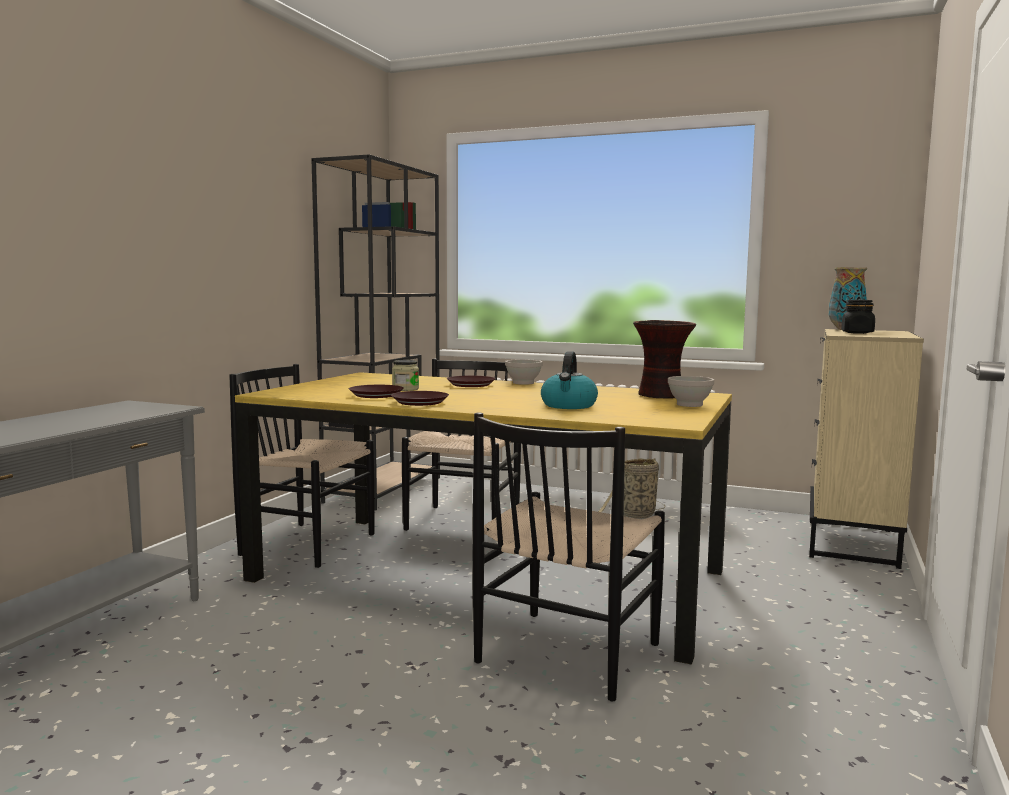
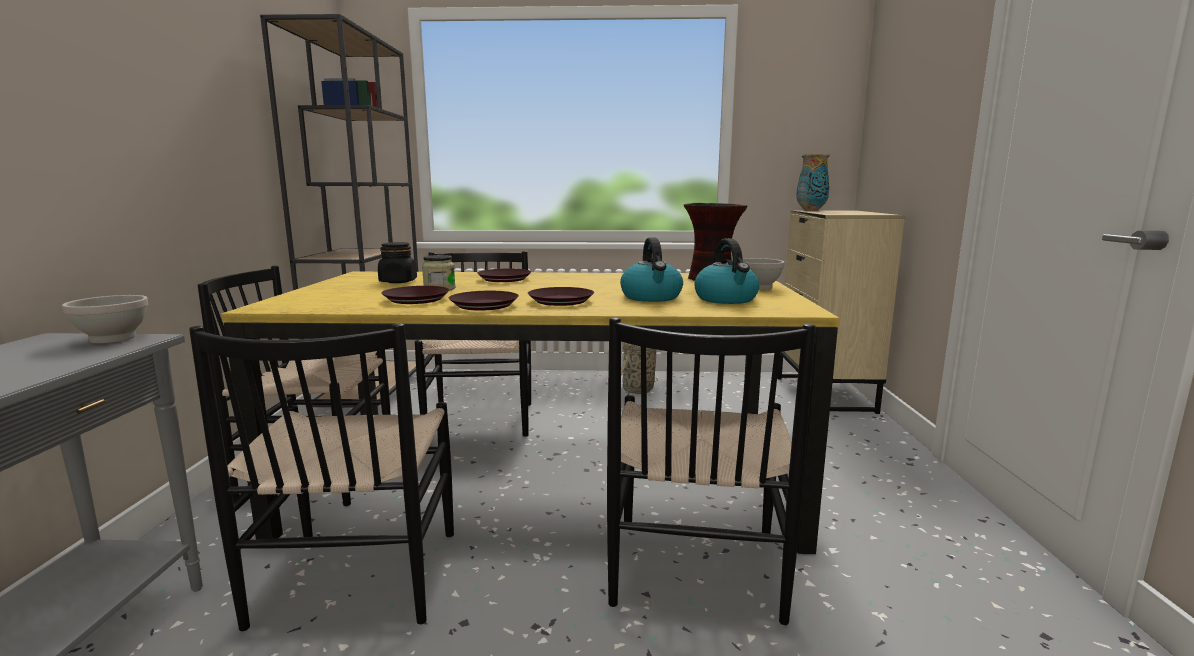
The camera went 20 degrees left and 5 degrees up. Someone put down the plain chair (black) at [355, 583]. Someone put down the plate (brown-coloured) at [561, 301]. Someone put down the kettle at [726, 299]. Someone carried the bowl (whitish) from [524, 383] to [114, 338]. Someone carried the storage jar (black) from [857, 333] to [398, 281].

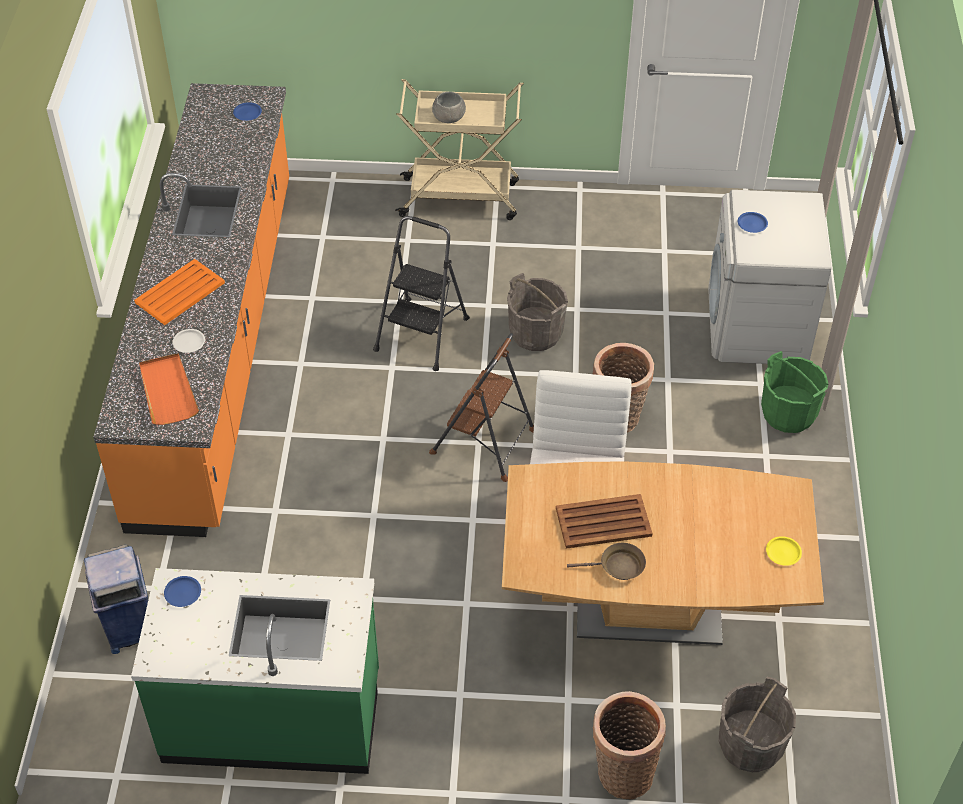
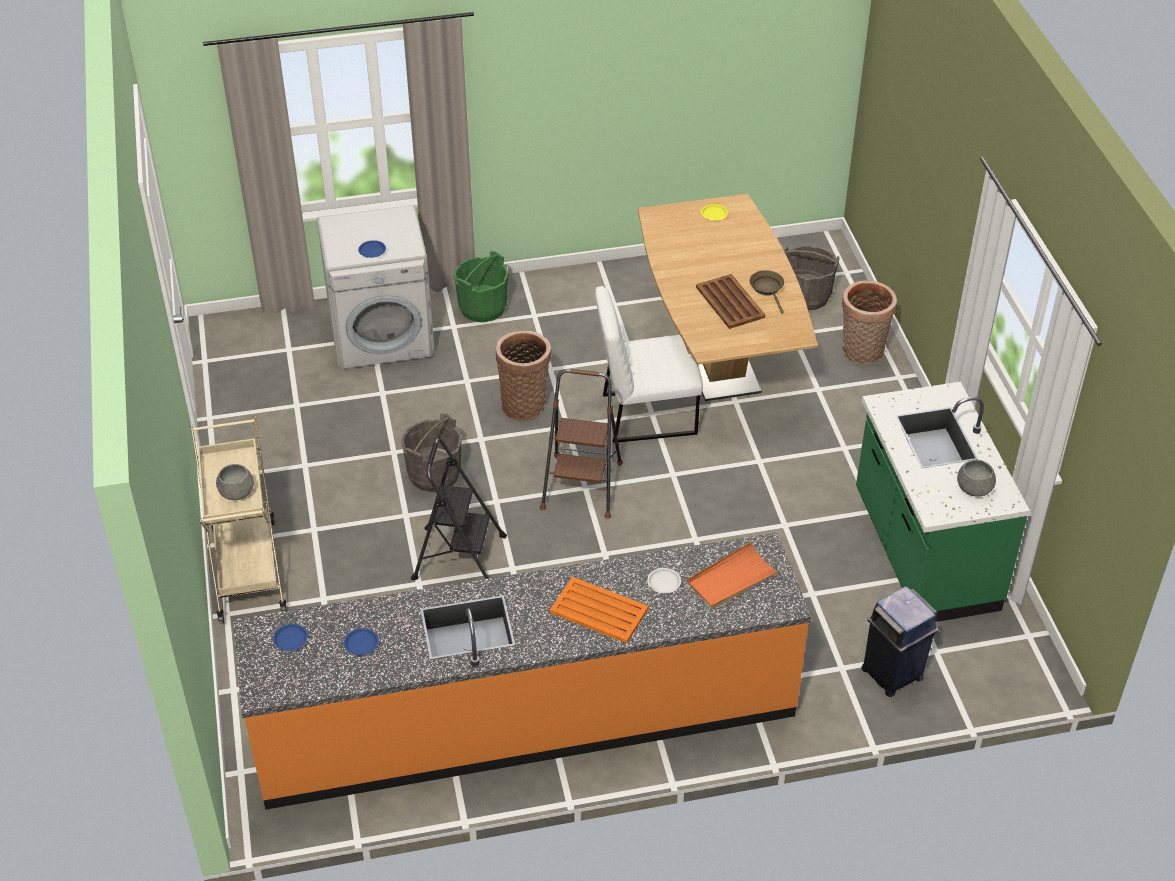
The camera went 105 degrees left and 5 degrees down. Someone put down the bowl (greyish) at [974, 488]. Someone carried the plate (bluish) from [183, 593] to [361, 643].

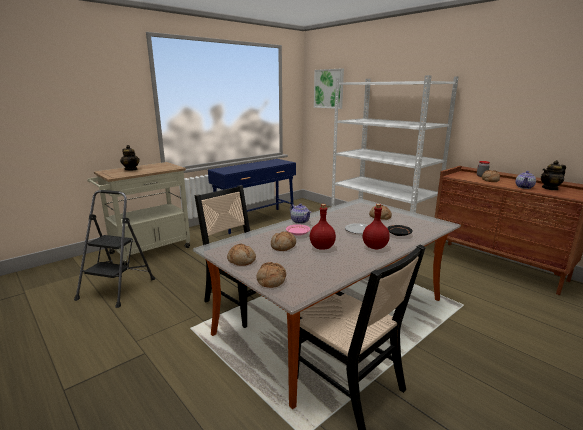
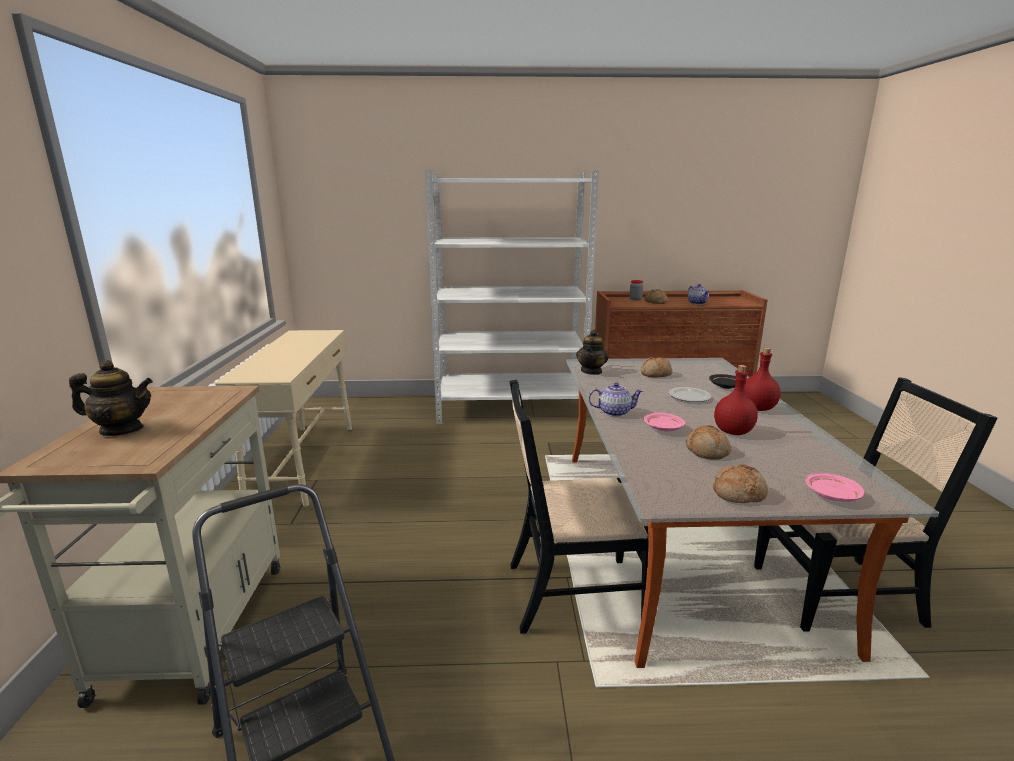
The camera went 50 degrees left and 0 degrees up. Someone took away the picture at [329, 89]. Someone carried the teapot from [550, 188] to [591, 371]. Someone swapped the baked bread at [270, 280] for the plate (pinkish) at [831, 495]. Someone repainted the narrow table (bluish) at [256, 221], which became the narrow table (beige) at [305, 463].

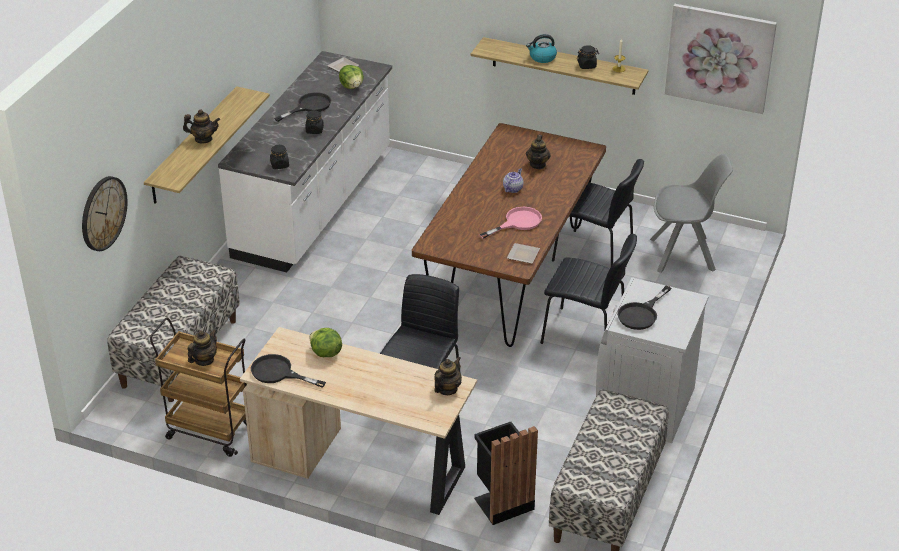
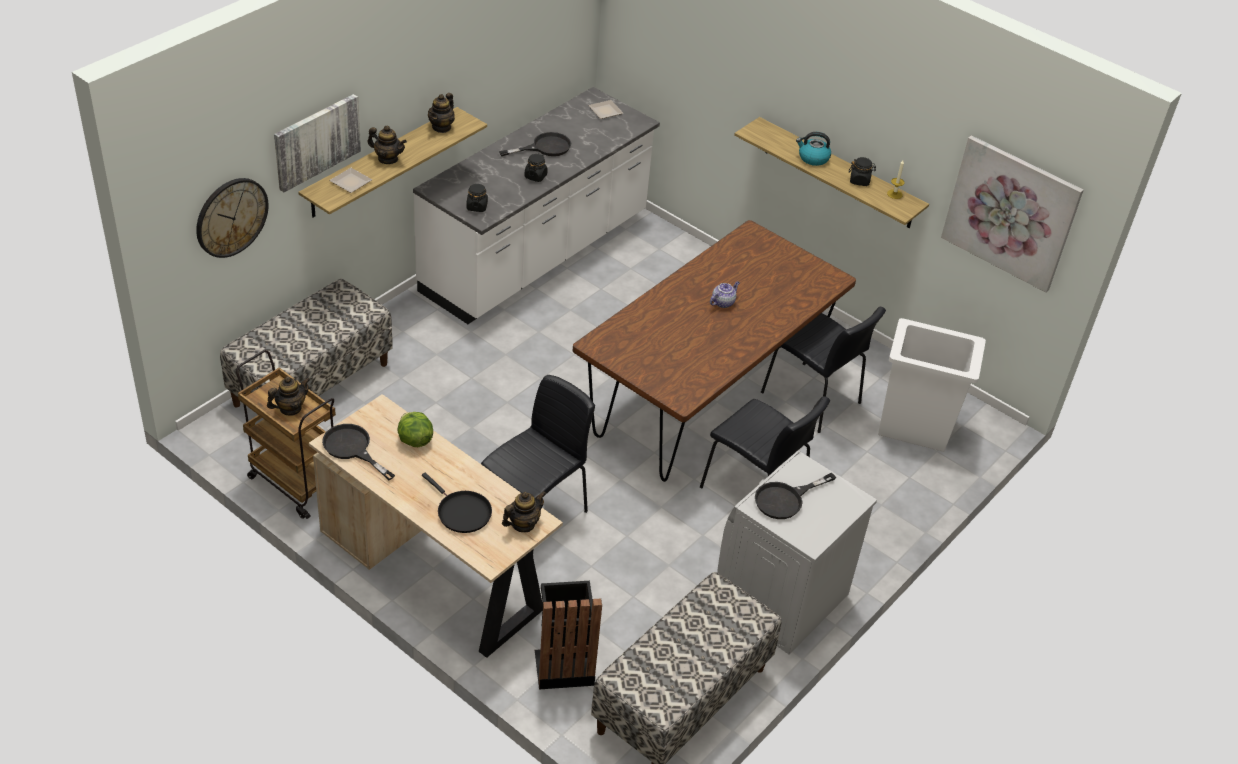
The camera went 15 degrees right and 5 degrees up. Someone took away the lettuce at [352, 86]. Someone took away the frying pan (pinkish) at [517, 222]. Someone put up the picture at [316, 141]. Someone put down the frying pan (black) at [461, 512]. Someone carried the plate from [524, 254] to [352, 182]. Someone carried the teapot from [538, 164] to [441, 127]. Someone swapped the plain chair (greyish) at [683, 255] for the trash can (whitish) at [915, 427].

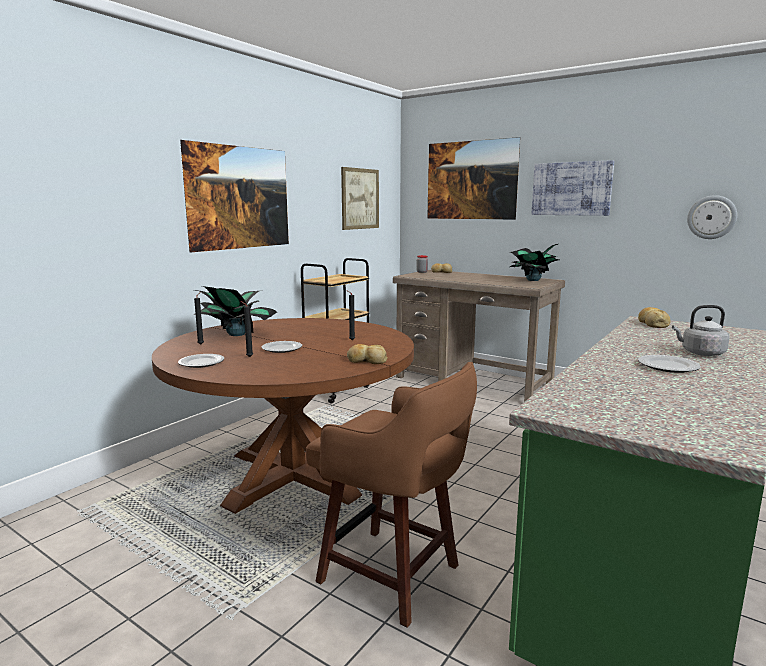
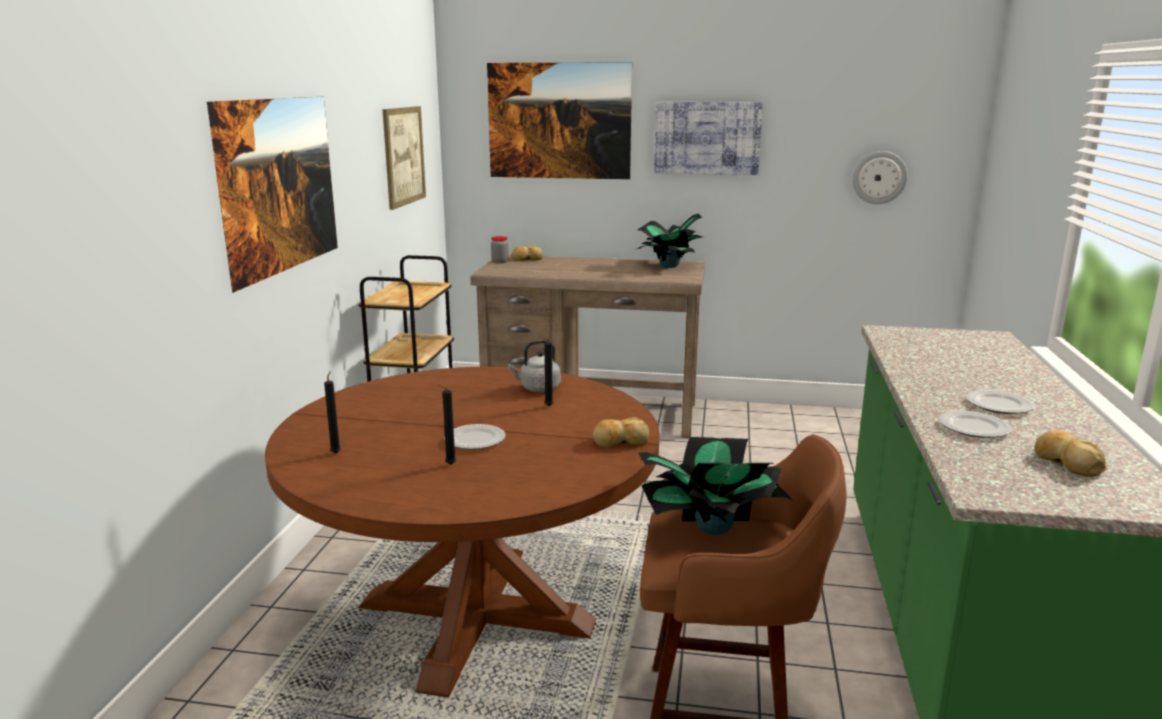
The camera went 25 degrees left and 5 degrees up. Someone carried the plate from [201, 363] to [973, 428]. Someone carried the potted plant from [236, 334] to [711, 528]. Someone carried the baked bread from [653, 324] to [1067, 462]. Someone carried the kettle (greyish) from [700, 353] to [538, 388].

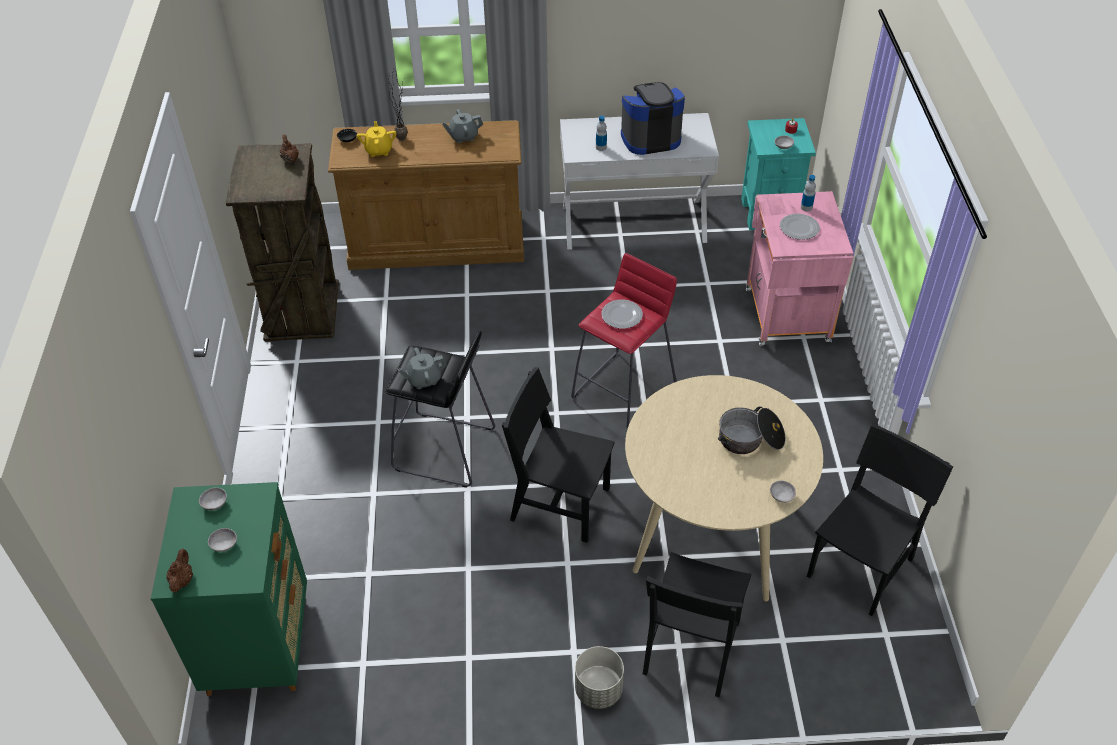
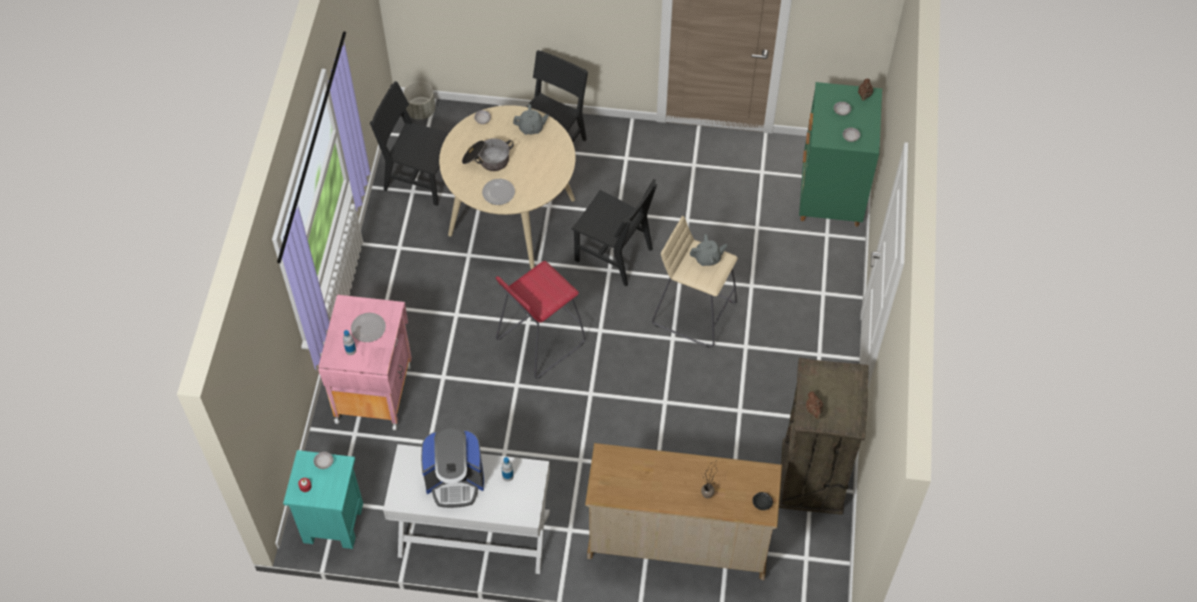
The camera went 170 degrees left and 10 degrees up. Someone took away the teapot (yellow) at [379, 150]. Someone carried the teapot (greyish) from [463, 136] to [531, 128]. Someone carried the plant pot (greyish) from [598, 690] to [421, 111]. Someone carried the plate from [622, 316] to [498, 192]. Someone repainted the stool seat (black) at [445, 450], which became the stool seat (beige) at [694, 312]. Someone rotated the plain chair (black) at [860, 567] by 60 degrees clockwise.

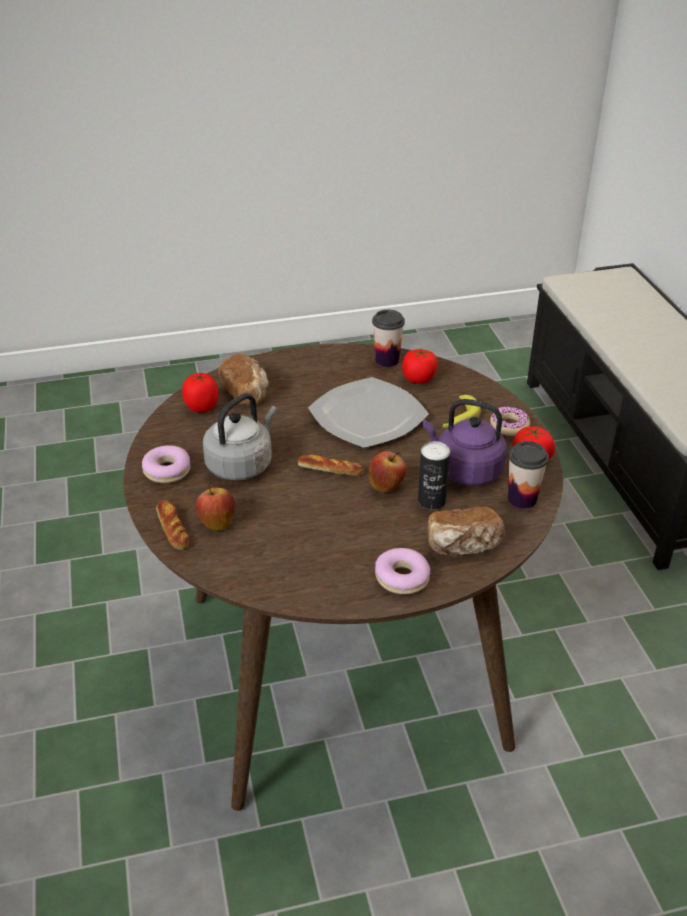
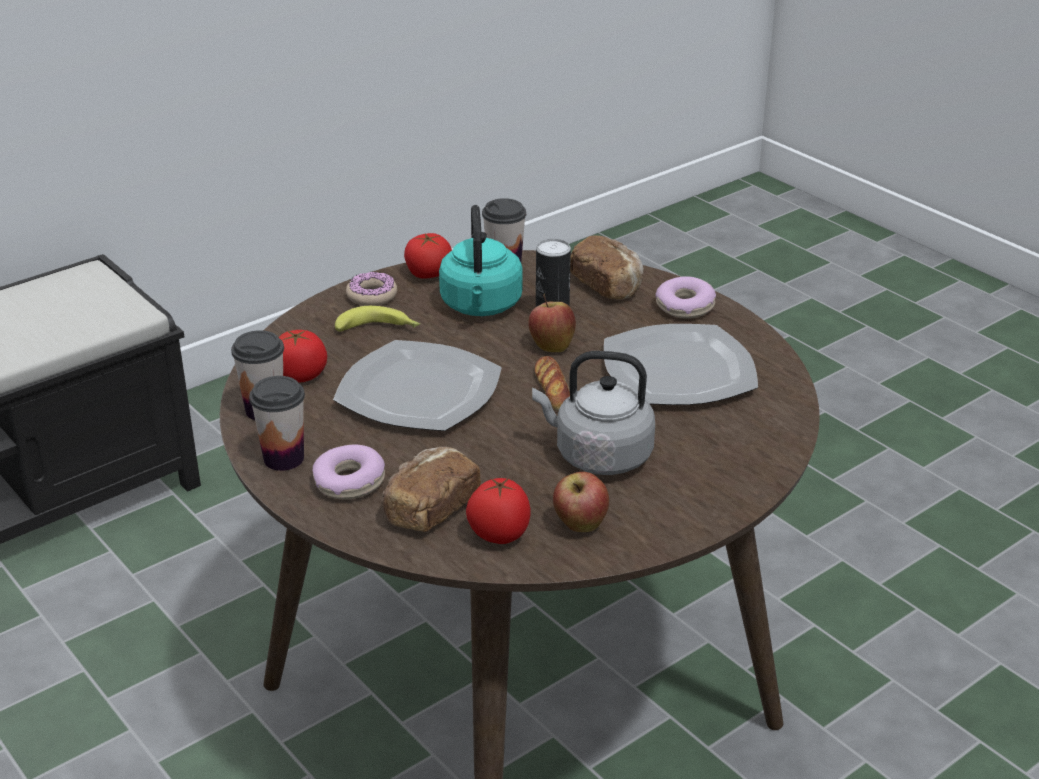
The camera went 115 degrees left and 5 degrees down. Someone took away the baked bread at [172, 529]. Someone put down the drinking cup at [283, 458]. Someone put down the plate at [679, 369]. Someone carried the donut from [167, 470] to [349, 482]. Someone carried the apple from [217, 523] to [580, 526]. Someone repainted the kettle (purplish) at [465, 470], which became the kettle (turquoise) at [481, 306].

